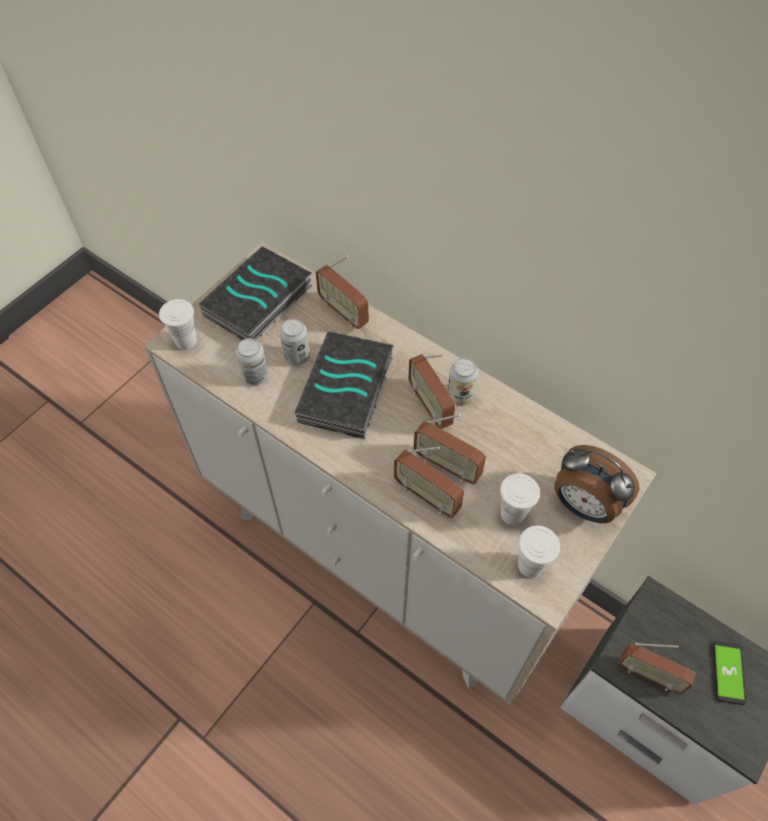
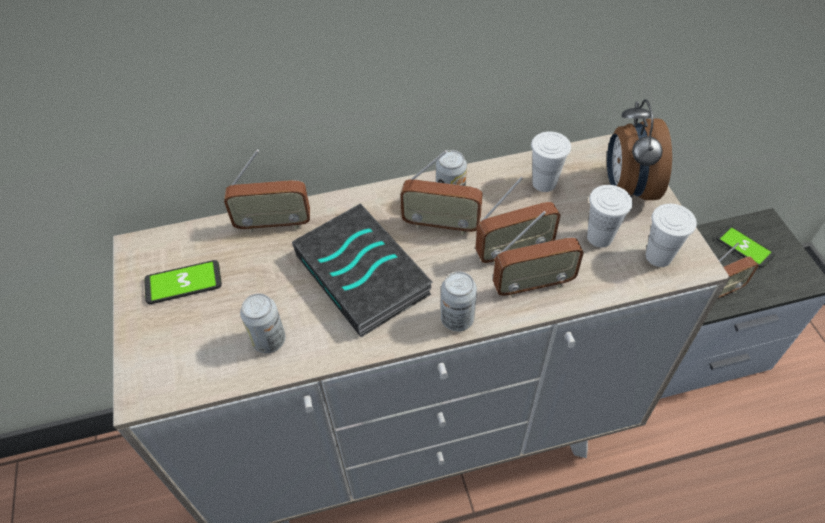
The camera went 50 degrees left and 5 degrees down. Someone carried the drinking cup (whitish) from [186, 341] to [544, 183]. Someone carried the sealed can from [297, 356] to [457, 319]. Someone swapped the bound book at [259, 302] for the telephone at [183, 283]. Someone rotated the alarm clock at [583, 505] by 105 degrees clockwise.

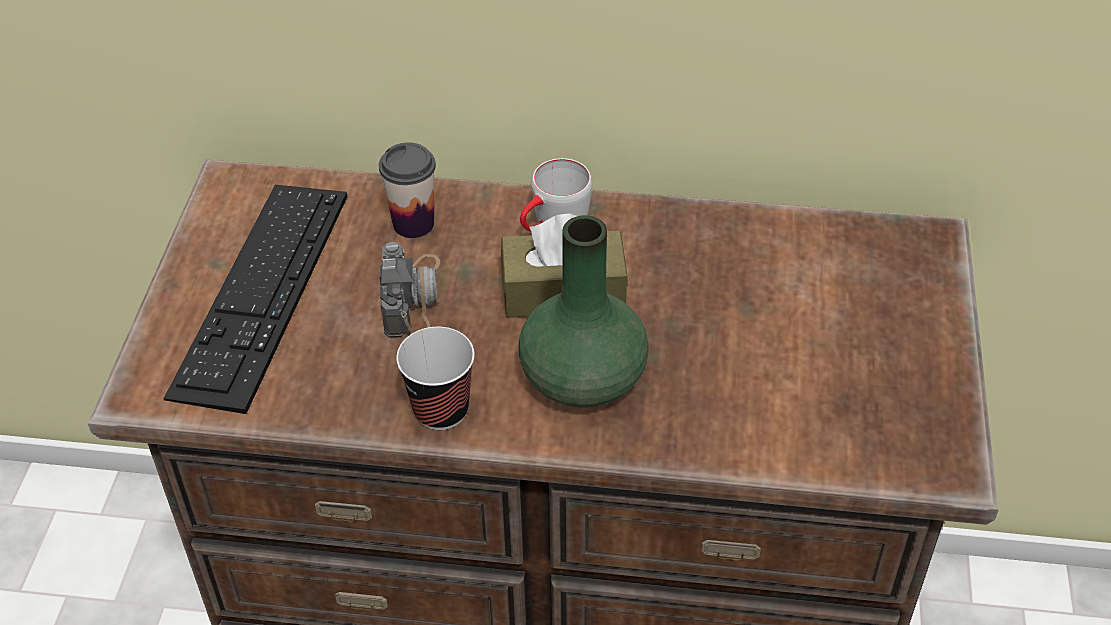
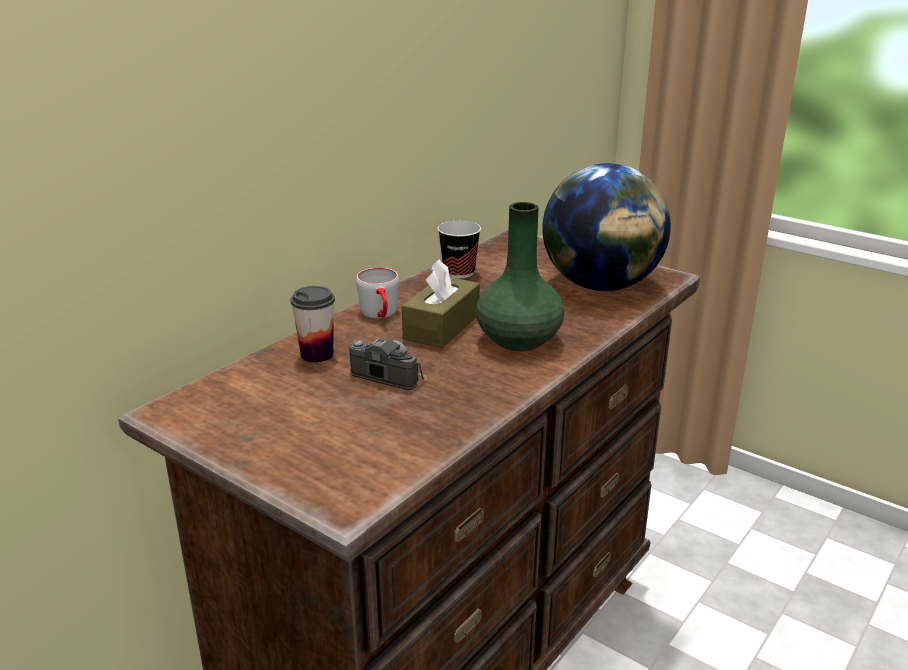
The camera went 60 degrees left and 20 degrees down. Someone took away the computer keyboard at [261, 291]. Someone put down the globe at [601, 286]. Someone carried the drinking cup from [441, 410] to [459, 272].

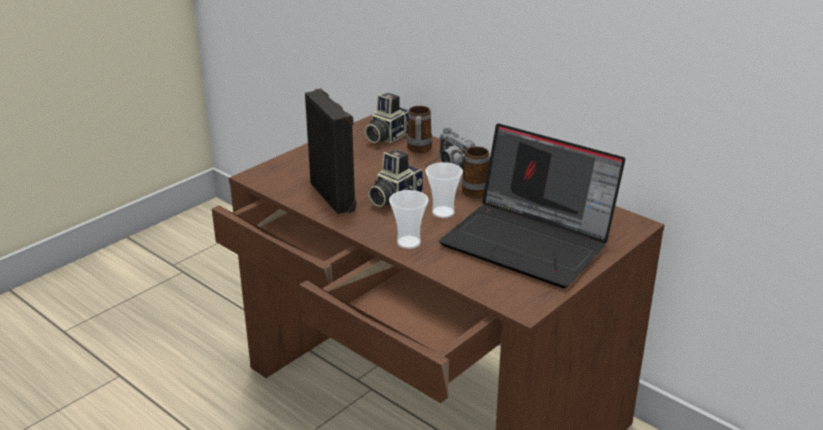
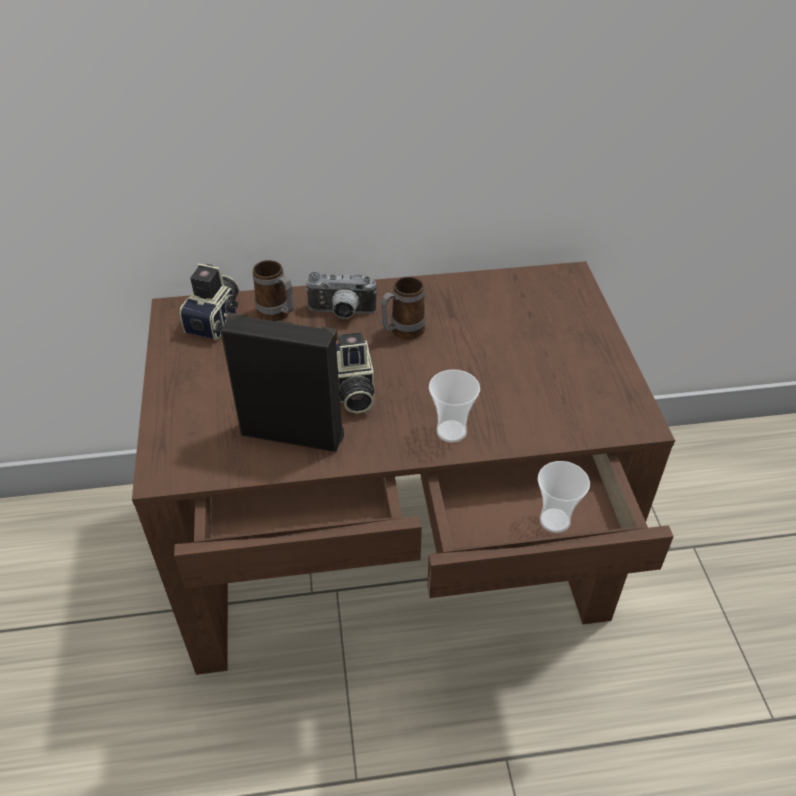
The camera went 50 degrees left and 15 degrees up. Someone took away the notebook computer at [530, 242]. Someone carried the drinking cup from [443, 212] to [554, 520]. Someone rotated the photo camera at [387, 136] by 150 degrees counterclockwise.

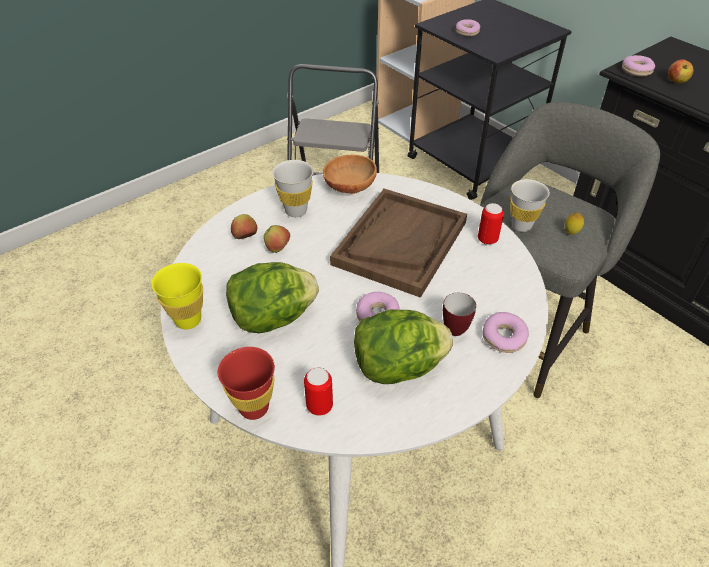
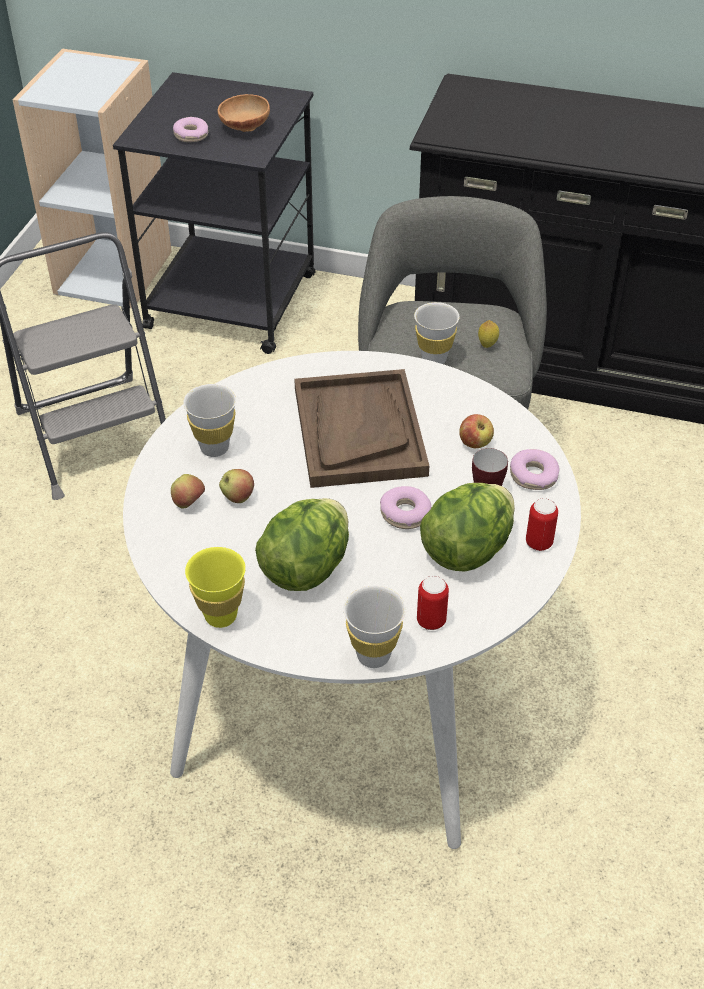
The camera went 35 degrees left and 0 degrees up. Someone took away the donut at [636, 70]. Someone carried the bowl (brown-coloured) from [349, 187] to [244, 128]. Someone carried the sealed can from [487, 239] to [539, 543]. Someone carried the apple from [676, 81] to [475, 443]. Someone repainted the drinking cup (reddish) at [254, 408], which became the drinking cup (whitish) at [373, 655].

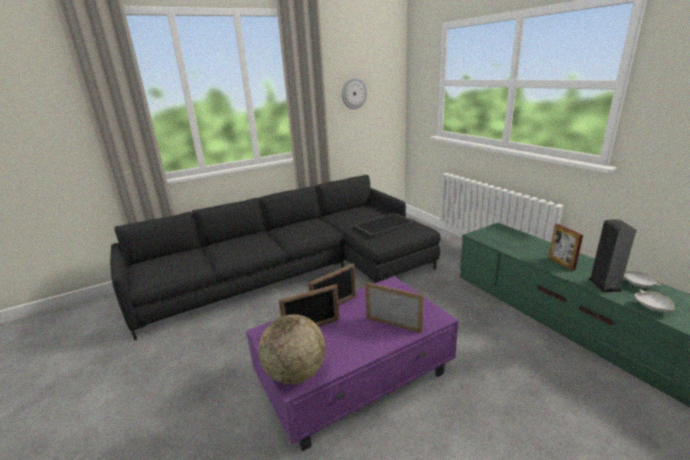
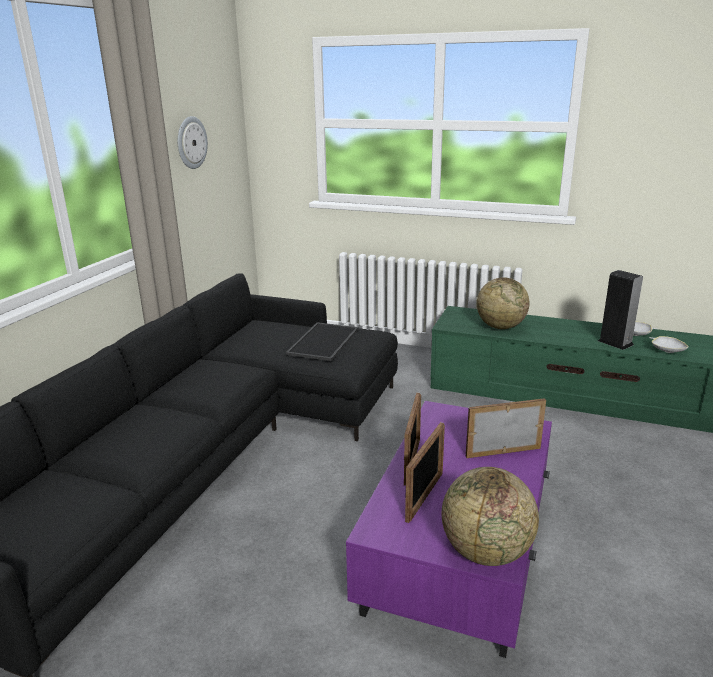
The camera went 40 degrees left and 0 degrees up. Someone took away the picture frame at [561, 263]. Someone put down the globe at [500, 327].

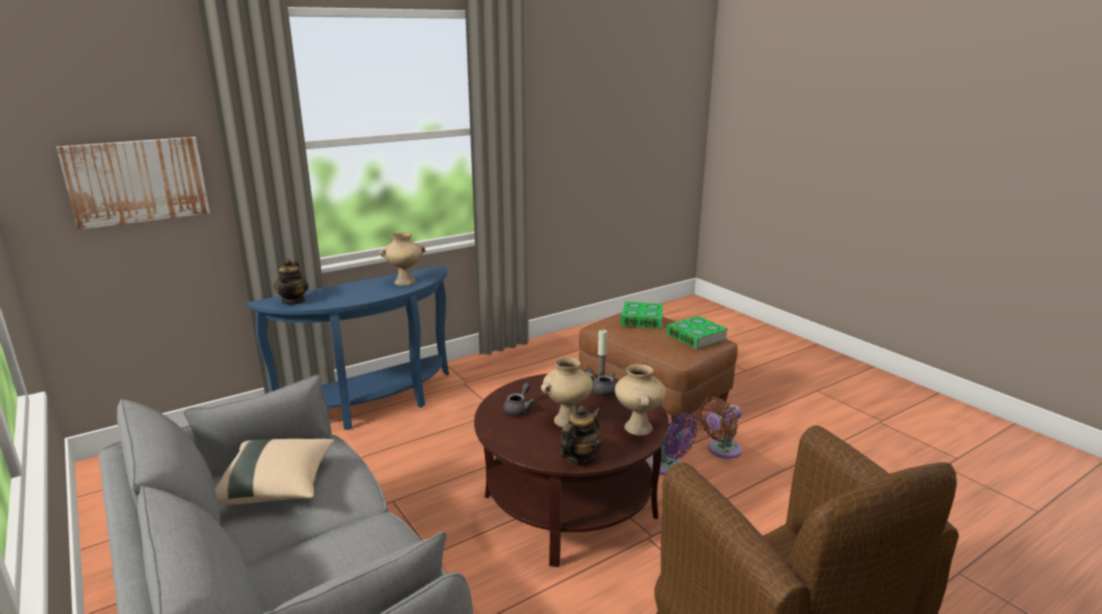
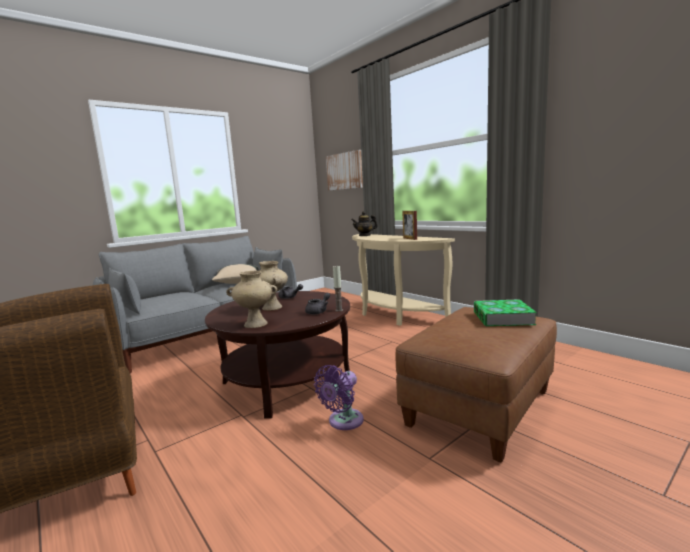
The camera went 85 degrees right and 10 degrees down. Someone took away the teapot at [580, 457]. Someone took away the bound book at [696, 337]. Someone took away the electric fan (brown-coloured) at [721, 450]. Someone swapped the decorative vase (beige) at [405, 282] for the picture frame at [410, 238]. Someone repainted the narrow table (bluish) at [374, 406], which became the narrow table (beige) at [392, 315].

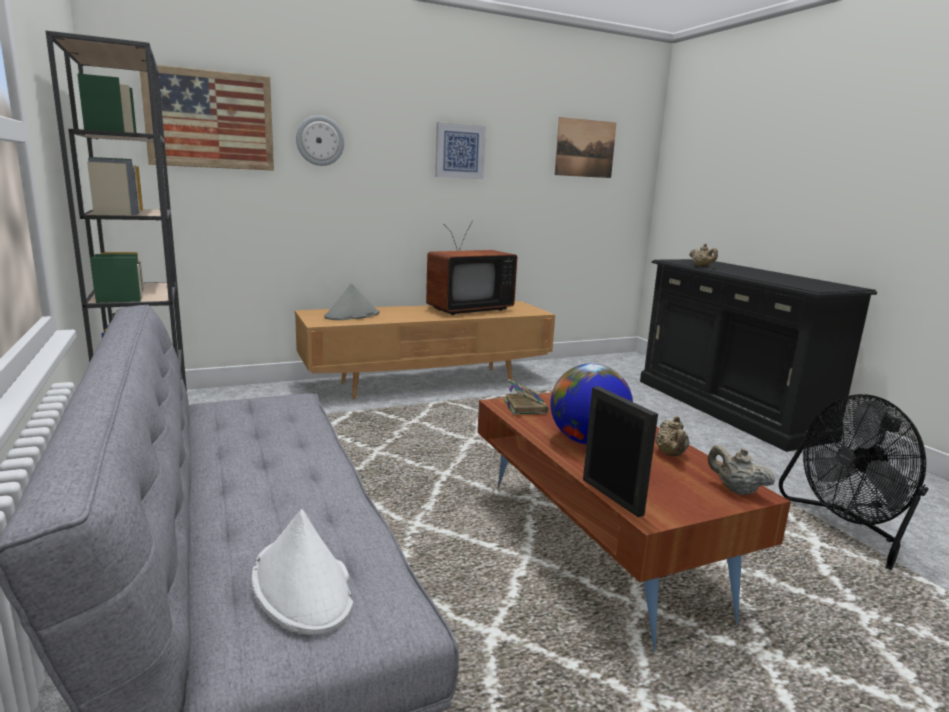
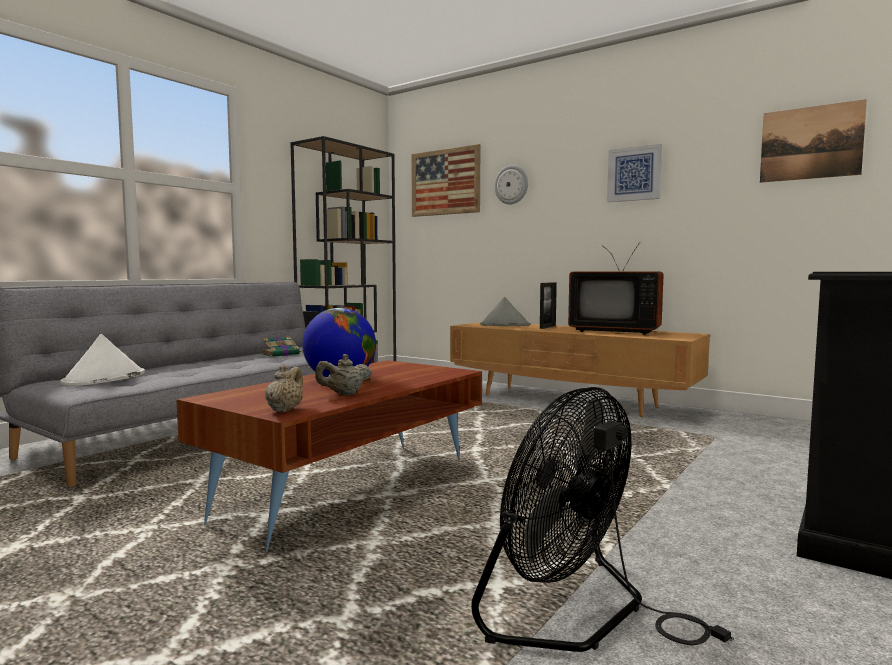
The camera went 60 degrees right and 10 degrees down. Someone took away the teapot (beige) at [702, 266]. Someone carried the bound book from [524, 406] to [281, 354]. Someone carried the picture frame from [612, 496] to [547, 327].

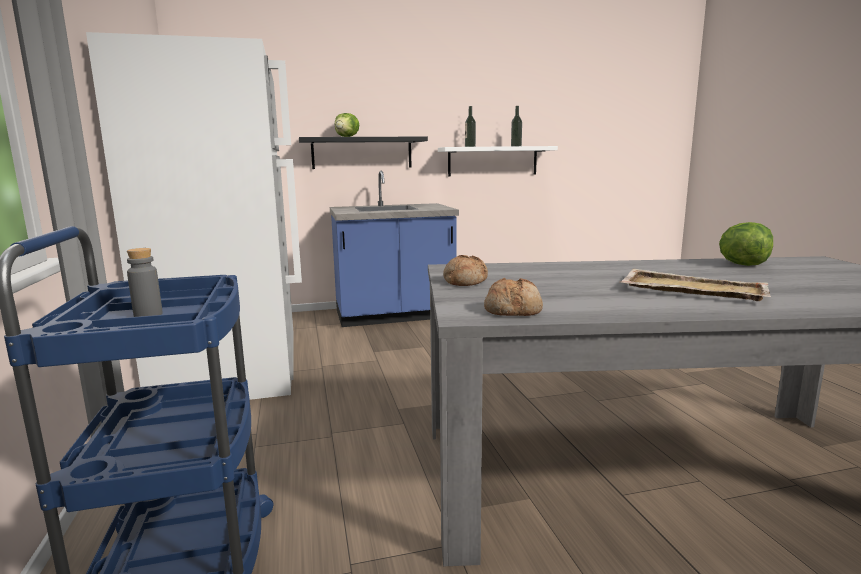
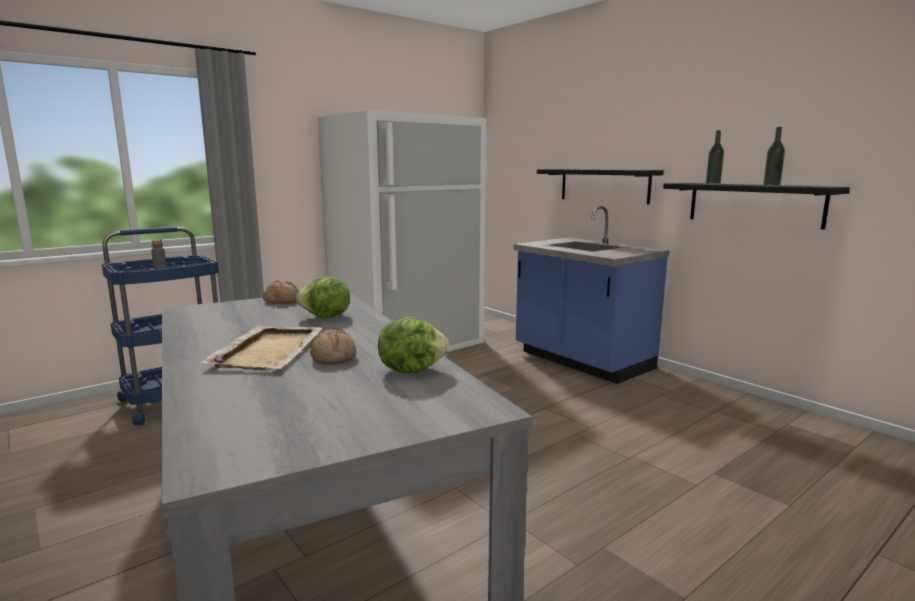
The camera went 65 degrees right and 0 degrees up. Someone carried the lettuce from [347, 137] to [326, 317]. Someone carried the baked bread from [513, 310] to [334, 357]. Someone repainted the bracket shelf (whitish) at [492, 161], which became the bracket shelf (black) at [754, 204].

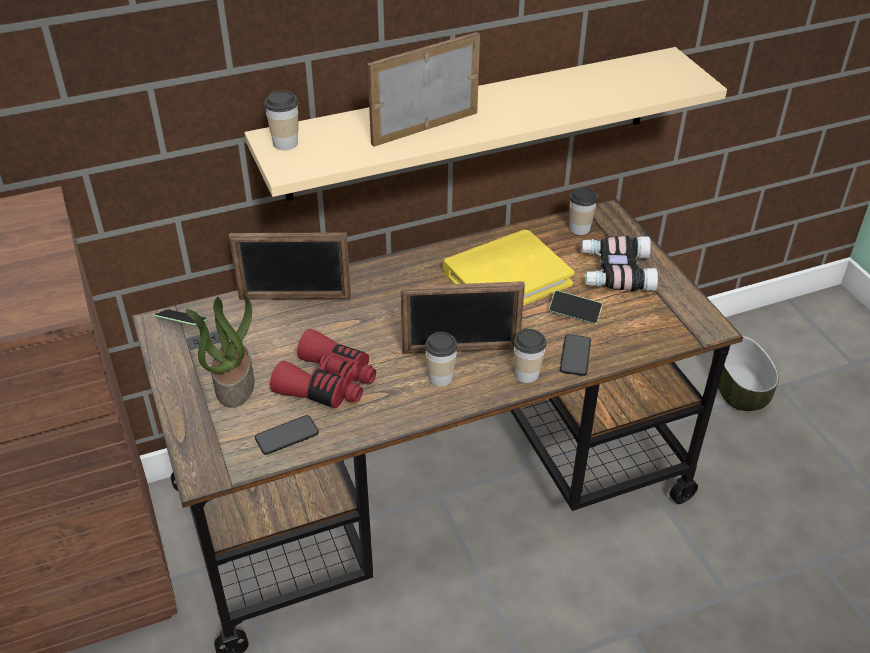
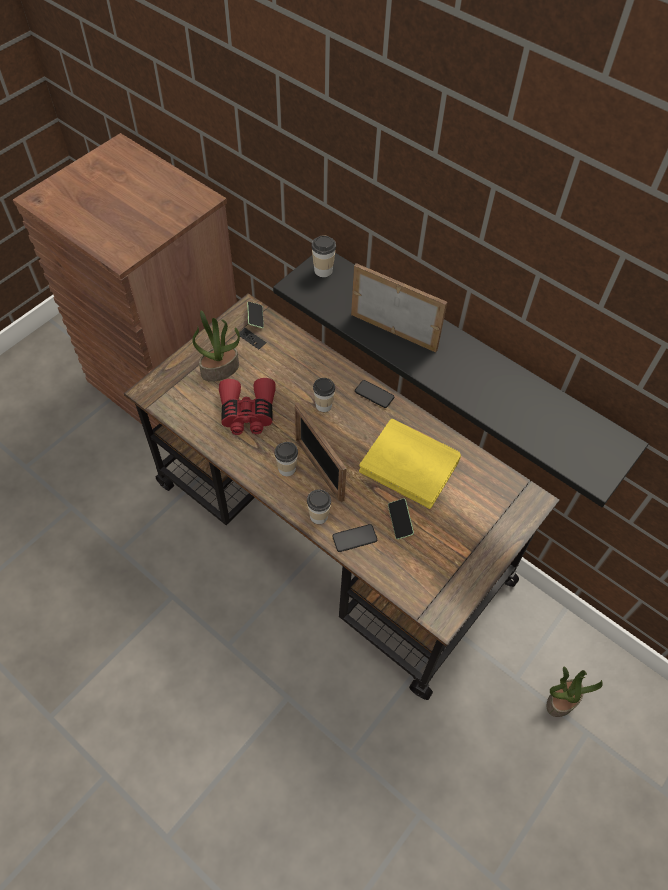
The camera went 60 degrees right and 15 degrees up. Someone took away the picture frame at [295, 298]. Someone took away the pair of binoculars at [615, 271]. Someone carried the telephone from [287, 436] to [374, 394]. Someone carried the drinking cup from [579, 228] to [323, 405]. Someone swapped the bowl at [738, 389] for the potted plant at [562, 699]. Someone repainted the bracket shelf (beige) at [472, 123], which became the bracket shelf (black) at [466, 358].

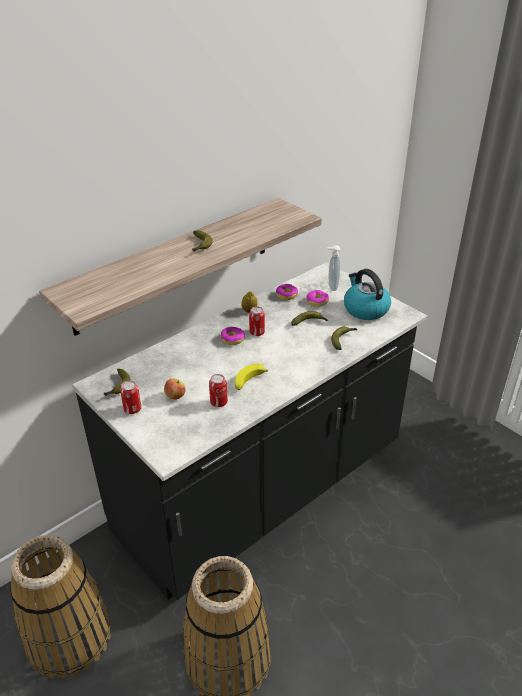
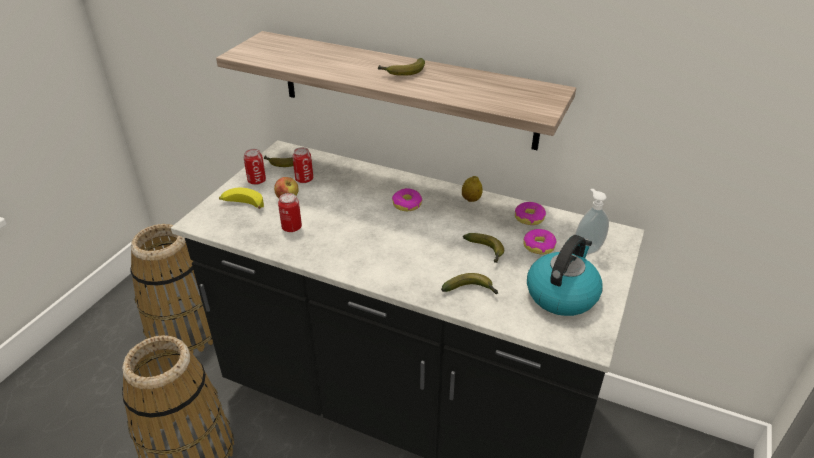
The camera went 65 degrees right and 0 degrees up. Someone carried the banana from [249, 382] to [242, 204]. Someone carried the sealed can from [257, 332] to [304, 179].

